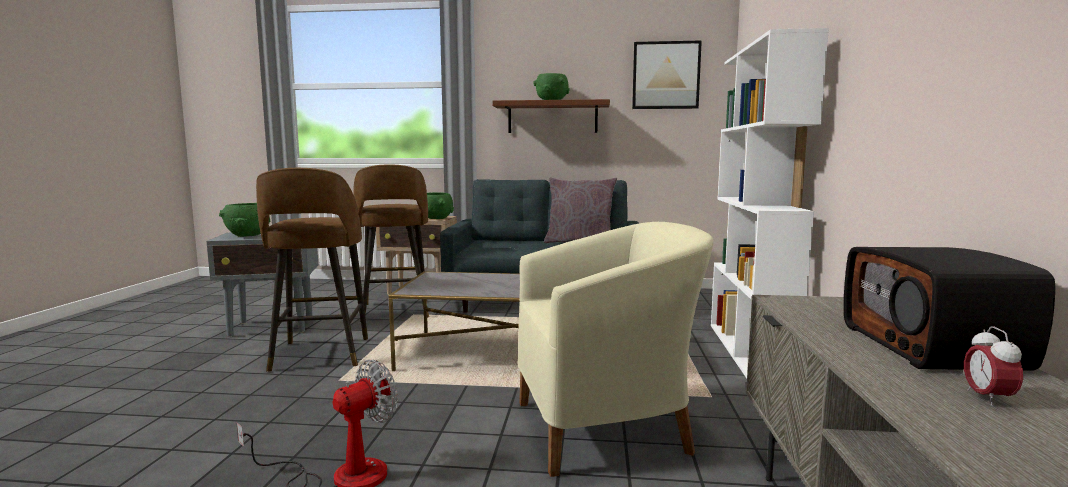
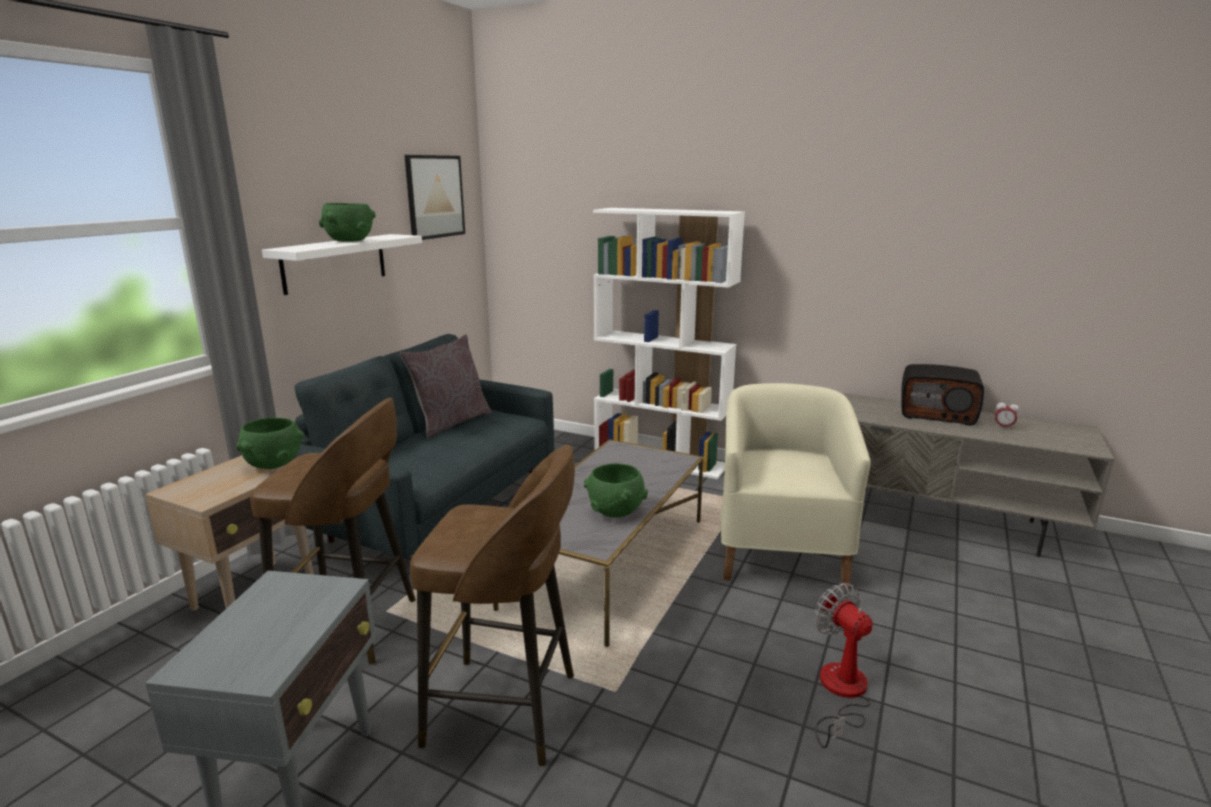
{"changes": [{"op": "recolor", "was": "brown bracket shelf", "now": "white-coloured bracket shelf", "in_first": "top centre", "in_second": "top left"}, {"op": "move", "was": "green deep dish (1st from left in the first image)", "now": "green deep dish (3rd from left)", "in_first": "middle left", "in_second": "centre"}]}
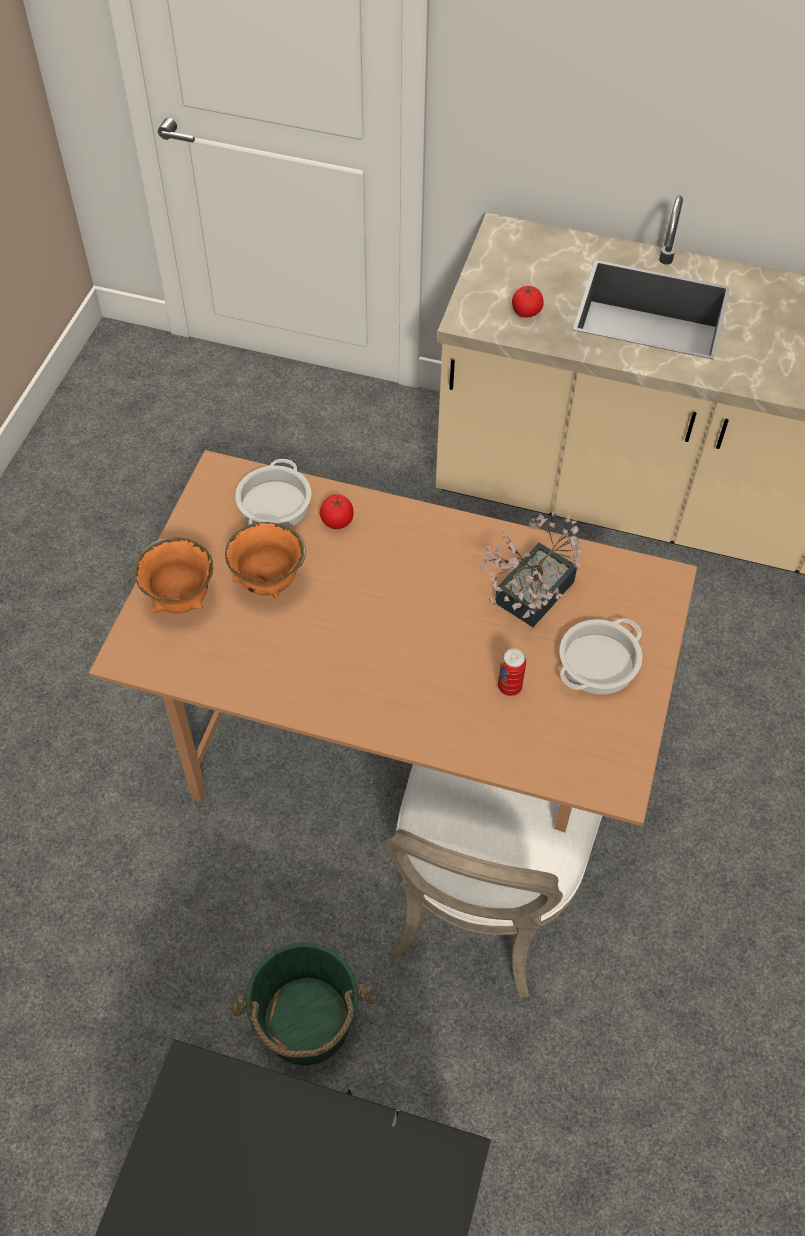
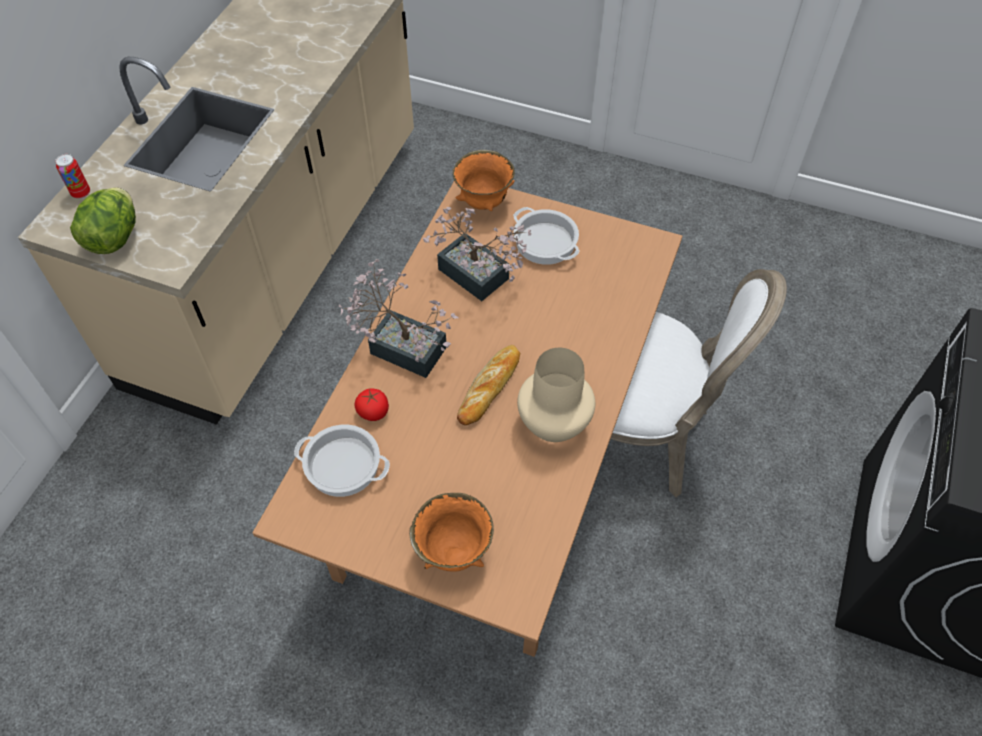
{"changes": [{"op": "delete", "was": "fresh tomato (2nd from left)", "in_first": "top centre"}, {"op": "move", "was": "orange deep dish (2nd from left)", "in_first": "middle left", "in_second": "top centre"}, {"op": "move", "was": "metal can", "in_first": "centre", "in_second": "top left"}, {"op": "delete", "was": "green bucket", "in_first": "bottom centre"}, {"op": "insert", "now": "head of lettuce", "in_second": "top left"}, {"op": "insert", "now": "plant in a pot (1st from left)", "in_second": "centre"}, {"op": "insert", "now": "baked bread", "in_second": "centre"}, {"op": "insert", "now": "beige-coloured flower vase", "in_second": "centre"}]}
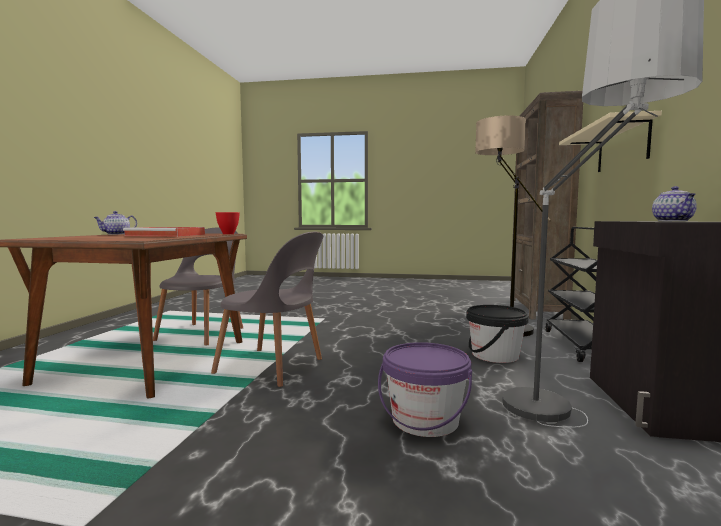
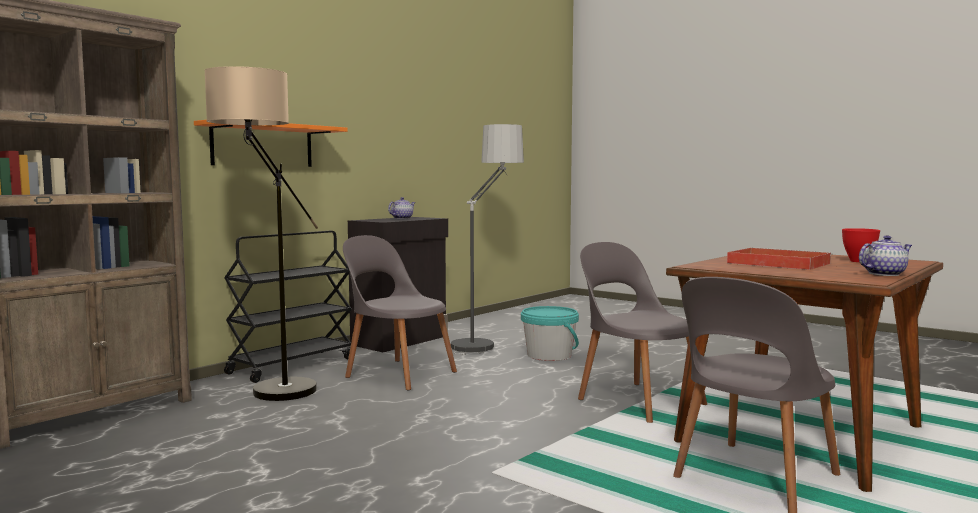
{"changes": [{"op": "recolor", "was": "beige-coloured bracket shelf", "now": "orange bracket shelf", "in_first": "top right", "in_second": "top left"}, {"op": "move", "was": "red-coloured deep dish", "in_first": "middle left", "in_second": "middle right"}, {"op": "replace", "was": "black-coloured bucket", "now": "gray upright chair (1st from left)", "in_first": "middle right", "in_second": "centre"}, {"op": "recolor", "was": "purplish bucket", "now": "blue-green bucket", "in_first": "bottom centre", "in_second": "centre"}]}
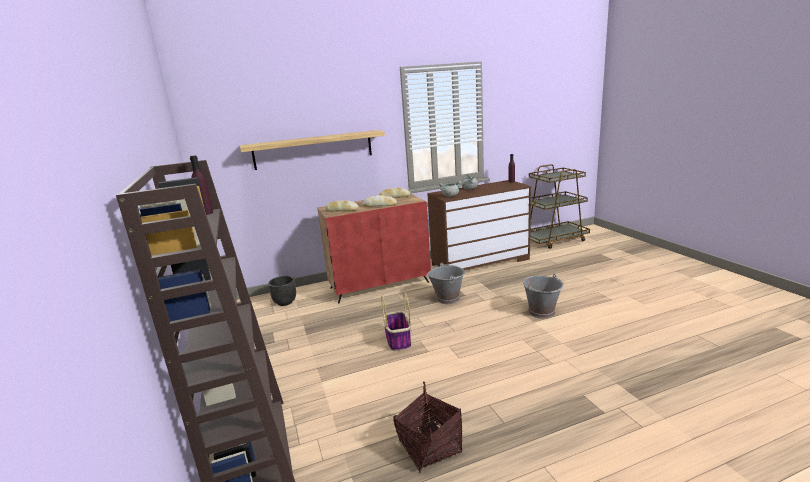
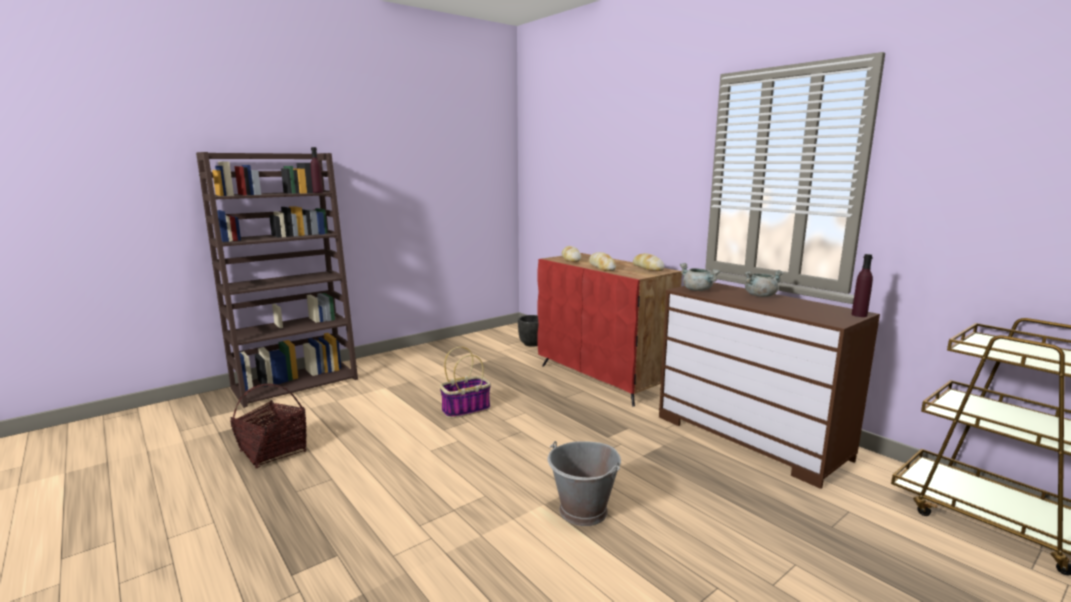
{"changes": [{"op": "delete", "was": "bracket shelf", "in_first": "top centre"}, {"op": "delete", "was": "gray bucket (1st from left)", "in_first": "centre"}]}
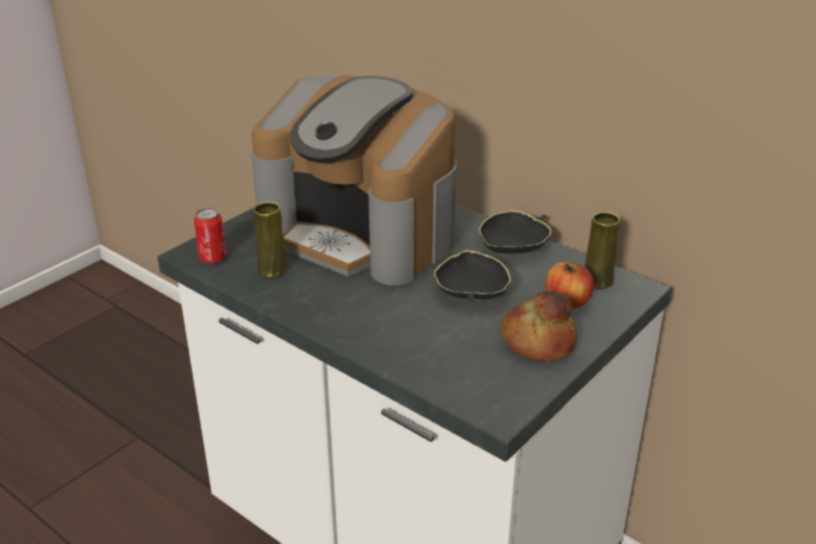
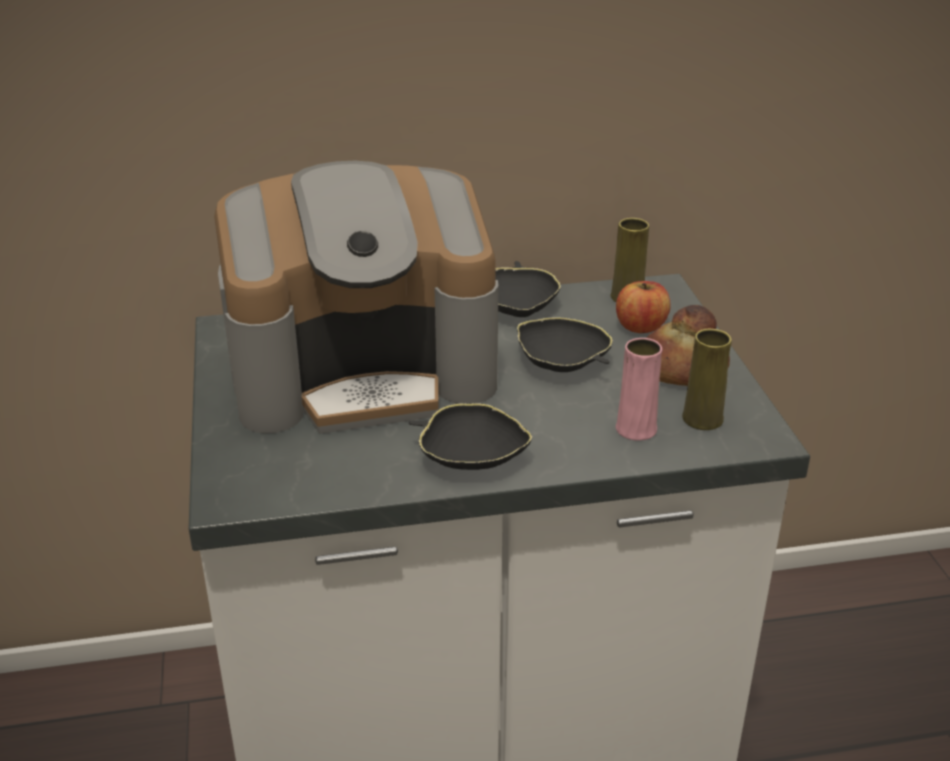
{"changes": [{"op": "move", "was": "yellowish flower vase (1st from left in the first image)", "now": "yellowish flower vase (2nd from left)", "in_first": "middle left", "in_second": "middle right"}, {"op": "delete", "was": "metal can", "in_first": "middle left"}, {"op": "insert", "now": "pinkish flower vase", "in_second": "middle right"}, {"op": "insert", "now": "black-coloured deep dish (1st from left)", "in_second": "centre"}]}
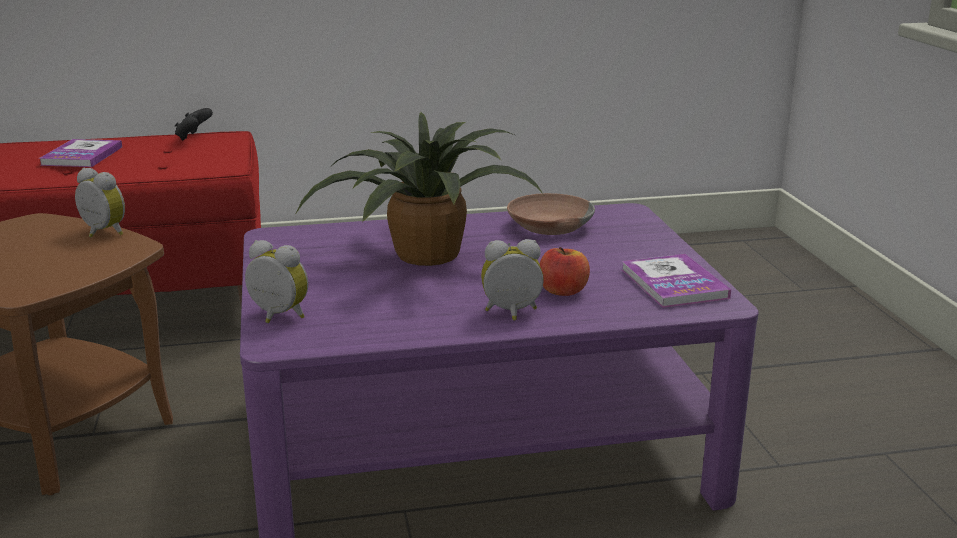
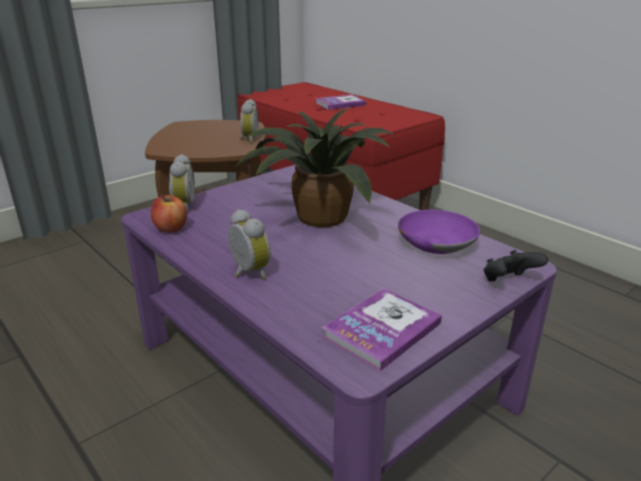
{"changes": [{"op": "move", "was": "black-coloured game controller", "in_first": "top left", "in_second": "middle right"}, {"op": "recolor", "was": "brown deep dish", "now": "purplish deep dish", "in_first": "centre", "in_second": "middle right"}, {"op": "move", "was": "whole apple", "in_first": "centre", "in_second": "middle left"}]}
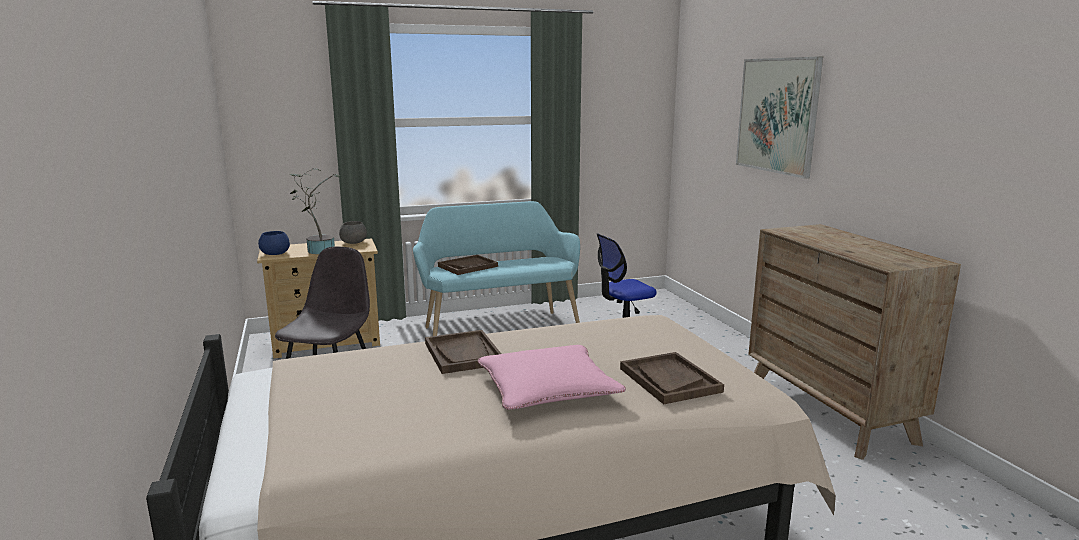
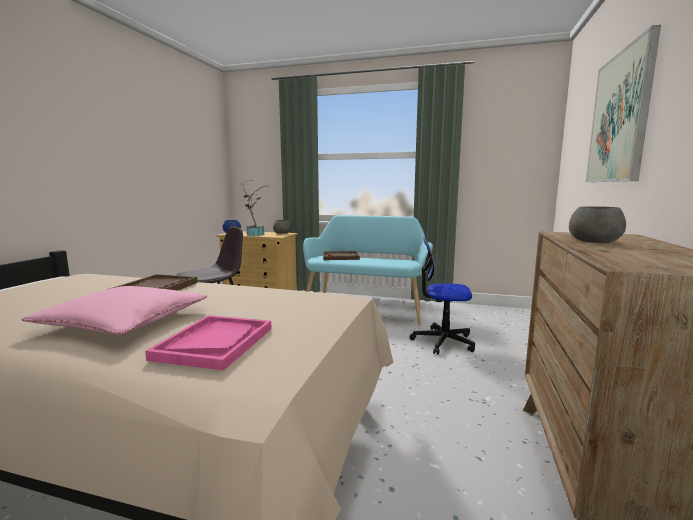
{"changes": [{"op": "recolor", "was": "brown tray (3rd from left)", "now": "pinkish tray", "in_first": "bottom centre", "in_second": "middle left"}, {"op": "insert", "now": "gray deep dish (2nd from left)", "in_second": "middle right"}]}
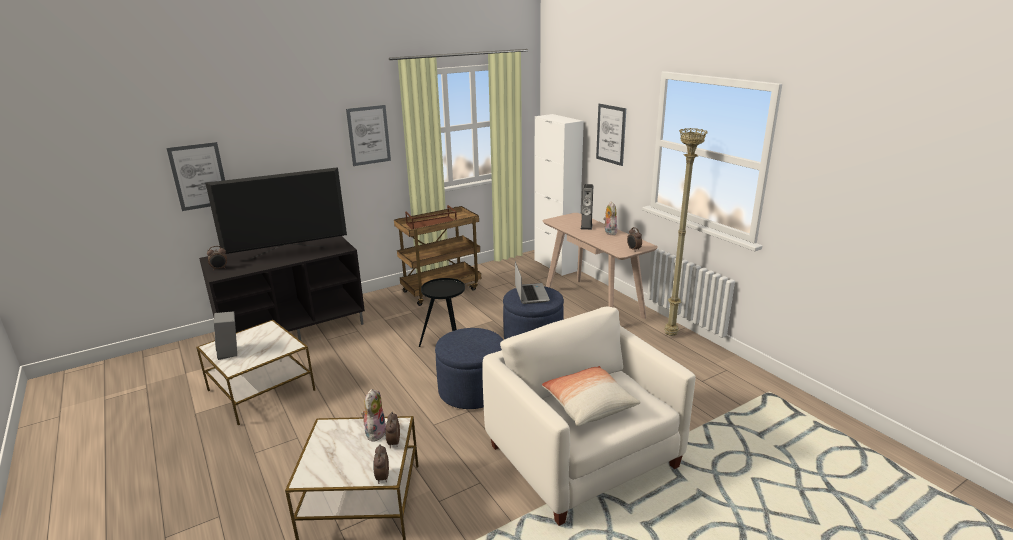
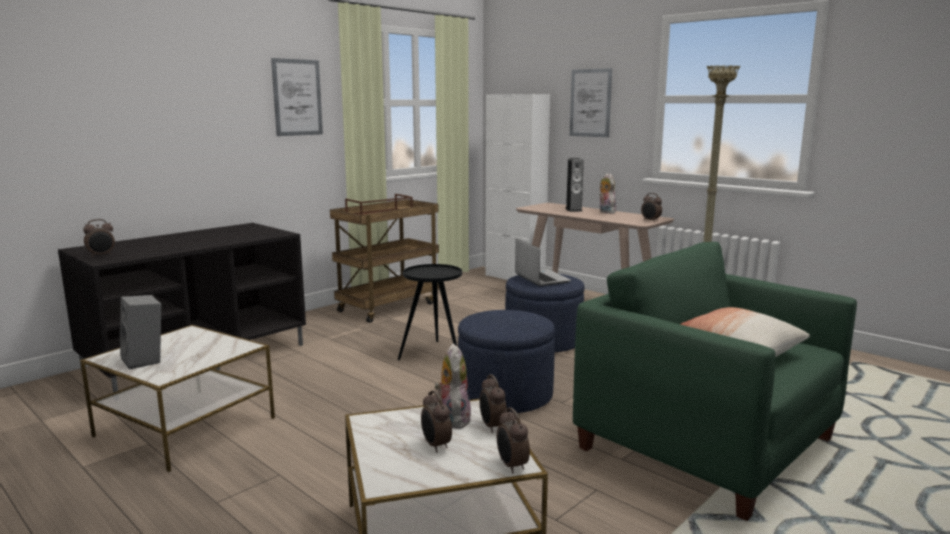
{"changes": [{"op": "delete", "was": "wall picture (1st from left)", "in_first": "top left"}, {"op": "delete", "was": "television", "in_first": "middle left"}, {"op": "recolor", "was": "white-coloured armchair", "now": "green armchair", "in_first": "bottom centre", "in_second": "bottom right"}, {"op": "insert", "now": "bedside clock (2nd from left)", "in_second": "bottom centre"}]}
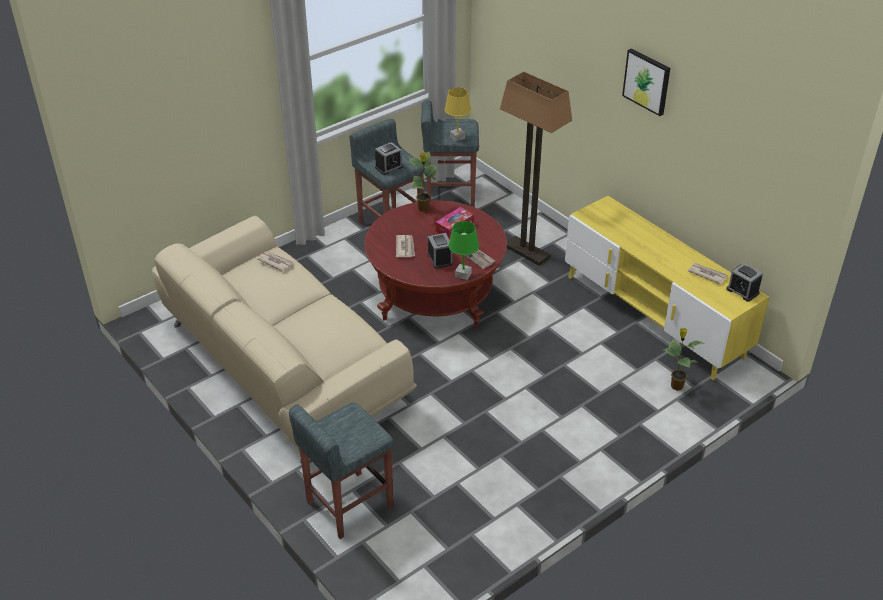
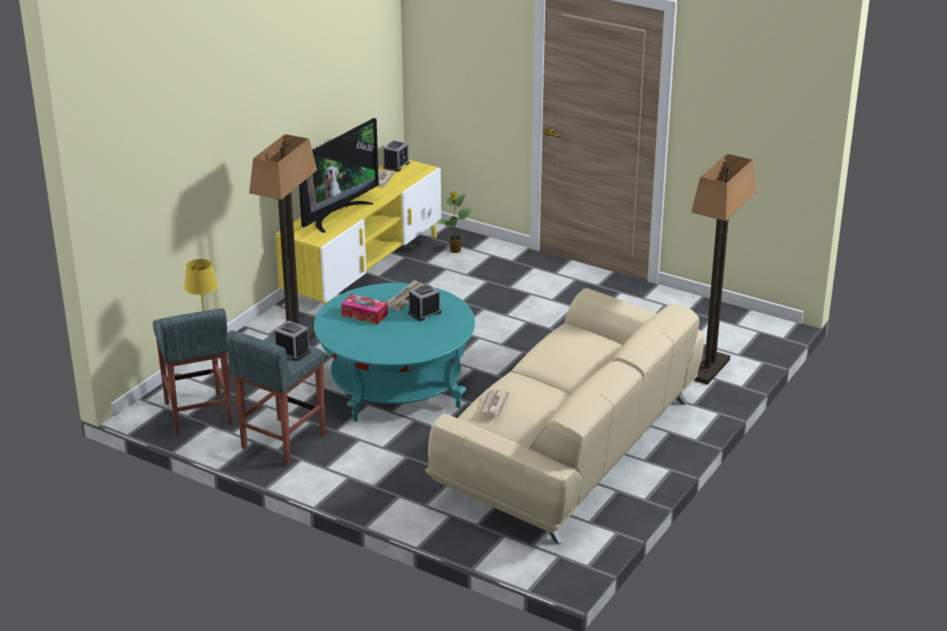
{"changes": [{"op": "delete", "was": "wall picture", "in_first": "top right"}, {"op": "delete", "was": "plant in a pot (1st from left)", "in_first": "top centre"}, {"op": "recolor", "was": "red-coloured low table", "now": "blue-green low table", "in_first": "centre", "in_second": "centre"}, {"op": "delete", "was": "green tabletop lamp", "in_first": "centre"}, {"op": "delete", "was": "newspaper (2nd from left)", "in_first": "centre"}, {"op": "replace", "was": "gray stool seat (1st from left)", "now": "standing lamp (2nd from left)", "in_first": "bottom centre", "in_second": "middle right"}, {"op": "insert", "now": "television", "in_second": "top centre"}]}
